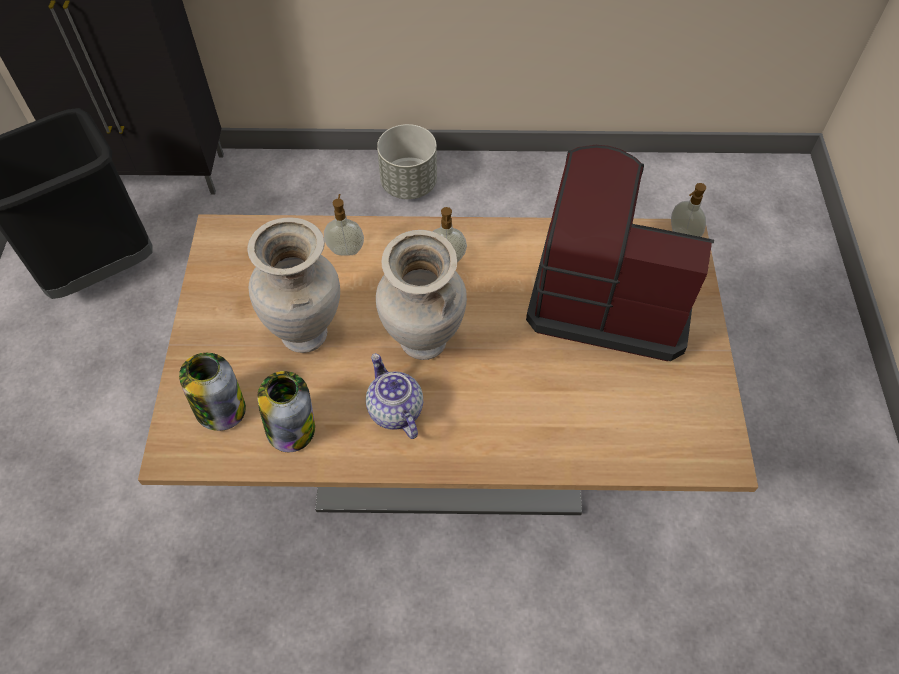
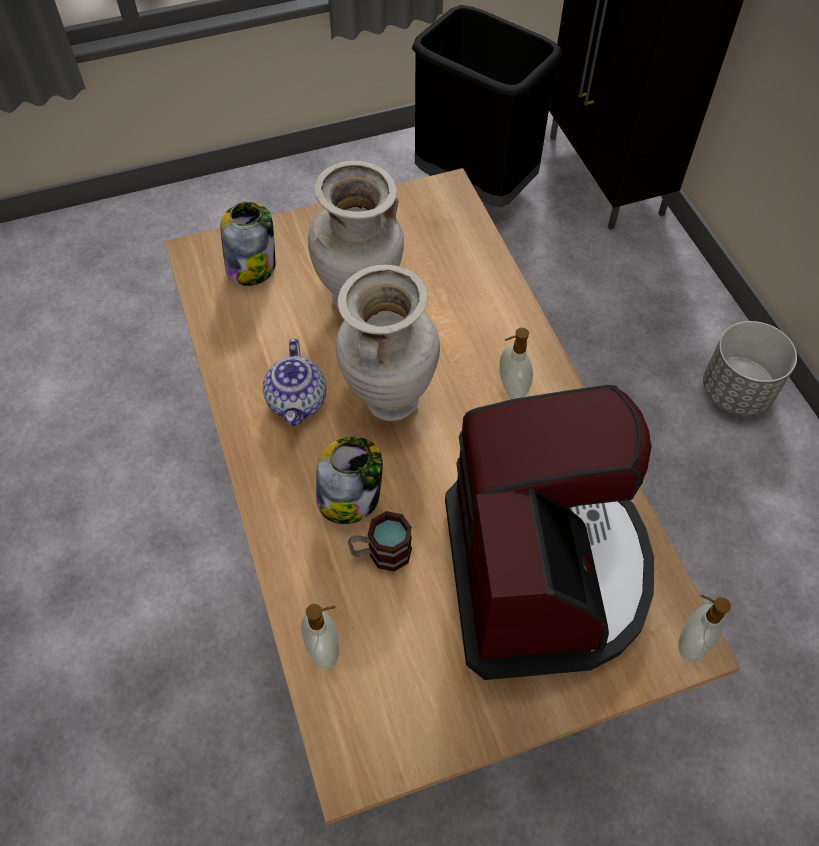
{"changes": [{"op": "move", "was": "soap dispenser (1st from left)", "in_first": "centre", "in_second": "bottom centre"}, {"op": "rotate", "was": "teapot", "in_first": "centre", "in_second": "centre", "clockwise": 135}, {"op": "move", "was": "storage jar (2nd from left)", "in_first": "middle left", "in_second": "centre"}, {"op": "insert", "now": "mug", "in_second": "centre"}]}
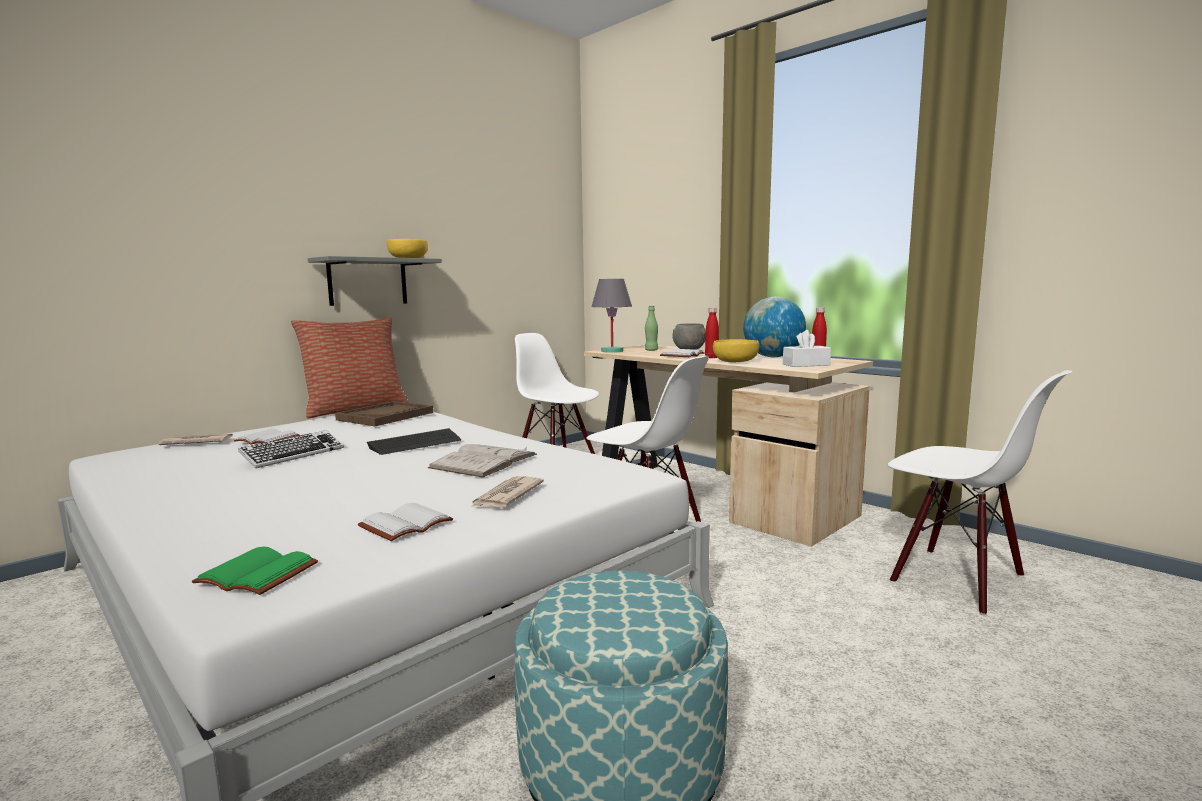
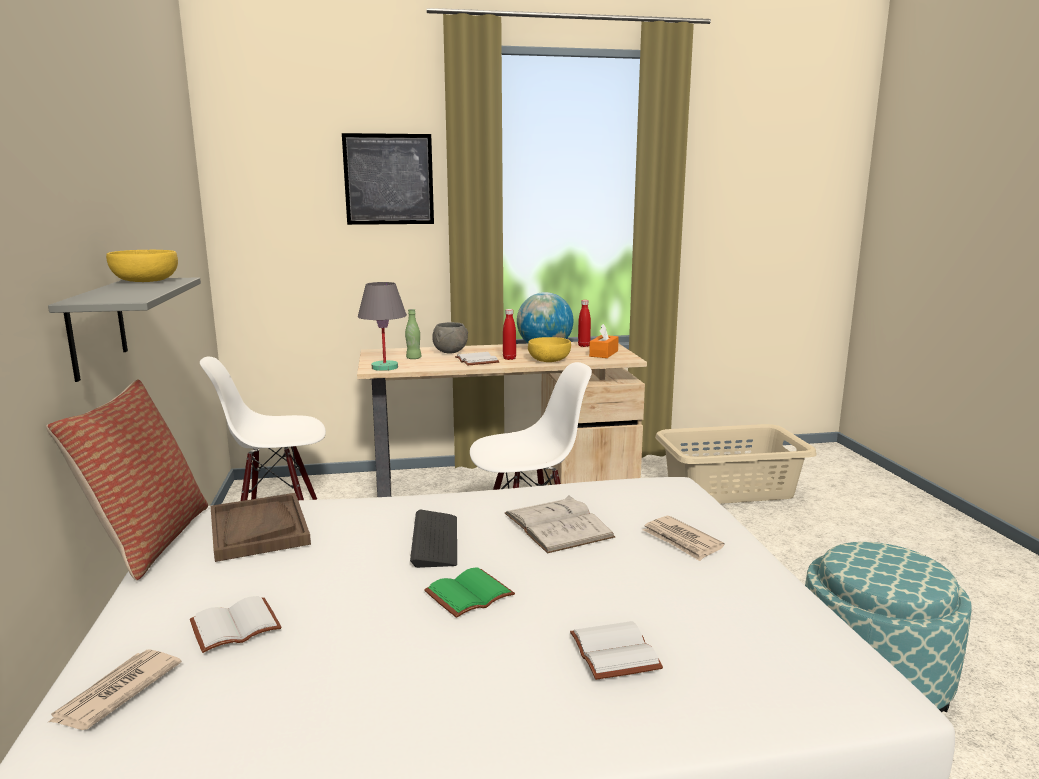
{"changes": [{"op": "recolor", "was": "white-coloured tissue holder", "now": "orange tissue holder", "in_first": "middle right", "in_second": "centre"}, {"op": "replace", "was": "white-coloured upright chair (3rd from left)", "now": "beige-coloured washing basket", "in_first": "middle right", "in_second": "middle right"}, {"op": "delete", "was": "PC keyboard (1st from left)", "in_first": "middle left"}, {"op": "move", "was": "white-coloured bound book (2nd from left in the first image)", "now": "white-coloured bound book (4th from left)", "in_first": "centre", "in_second": "bottom centre"}, {"op": "move", "was": "green bound book", "in_first": "bottom left", "in_second": "bottom centre"}, {"op": "insert", "now": "wall picture", "in_second": "top centre"}]}
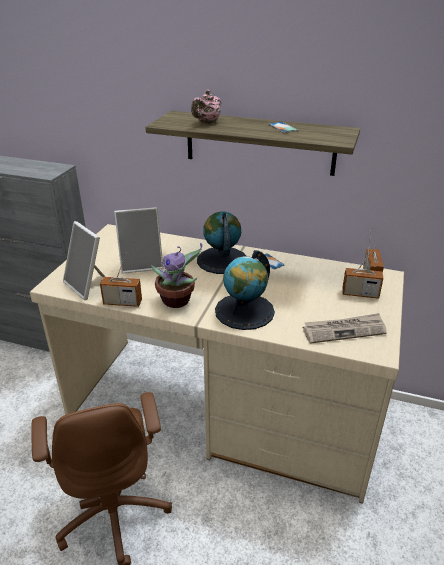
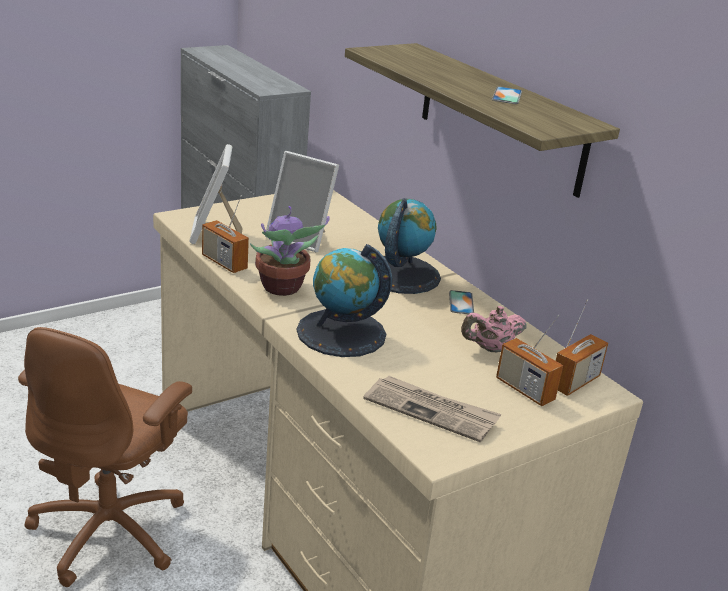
{"changes": [{"op": "move", "was": "pinkish teapot", "in_first": "top centre", "in_second": "middle right"}]}
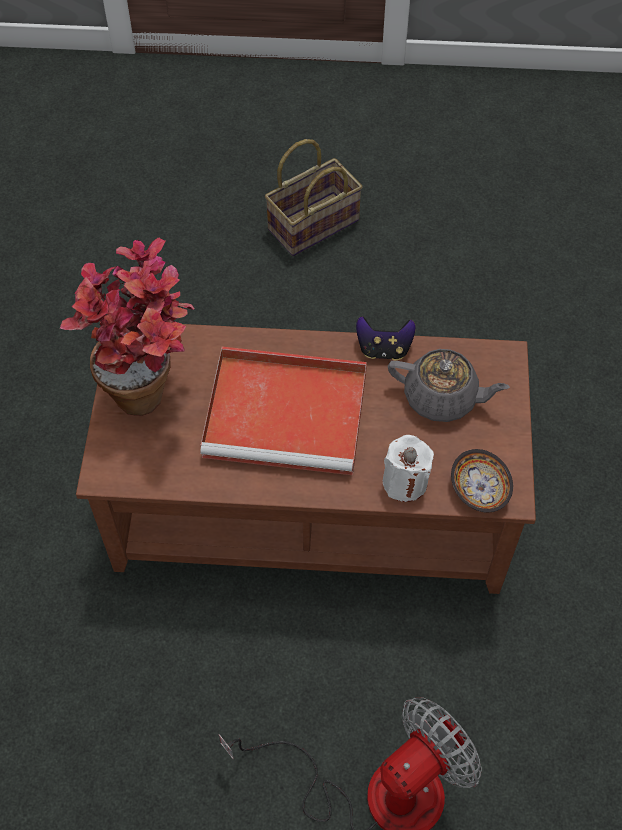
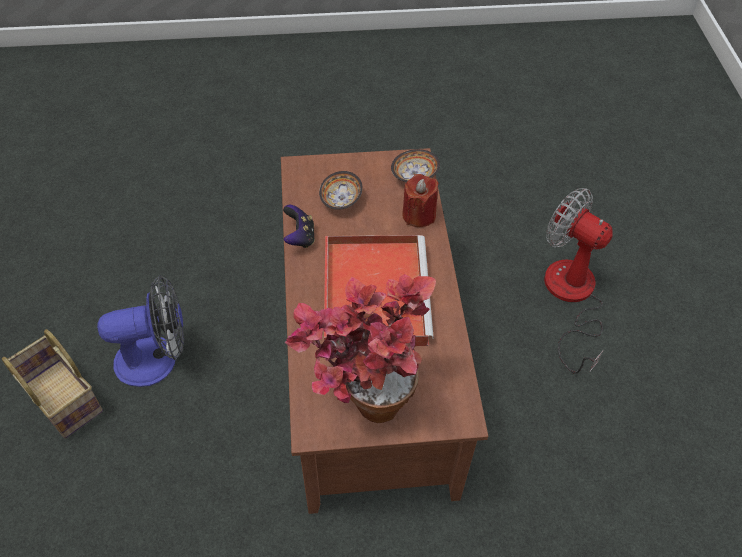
{"changes": [{"op": "replace", "was": "gray teapot", "now": "deep dish (1st from left)", "in_first": "middle right", "in_second": "centre"}, {"op": "recolor", "was": "white-coloured wax candle", "now": "red-coloured wax candle", "in_first": "centre", "in_second": "centre"}, {"op": "insert", "now": "fan (1st from left)", "in_second": "middle left"}]}
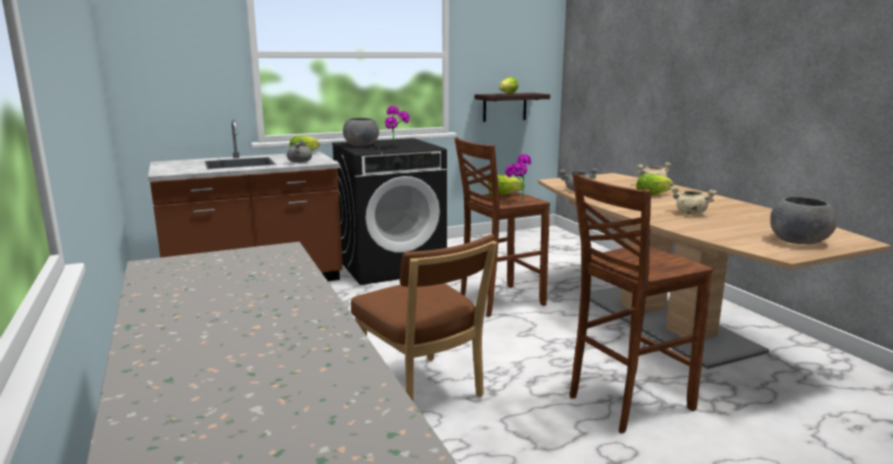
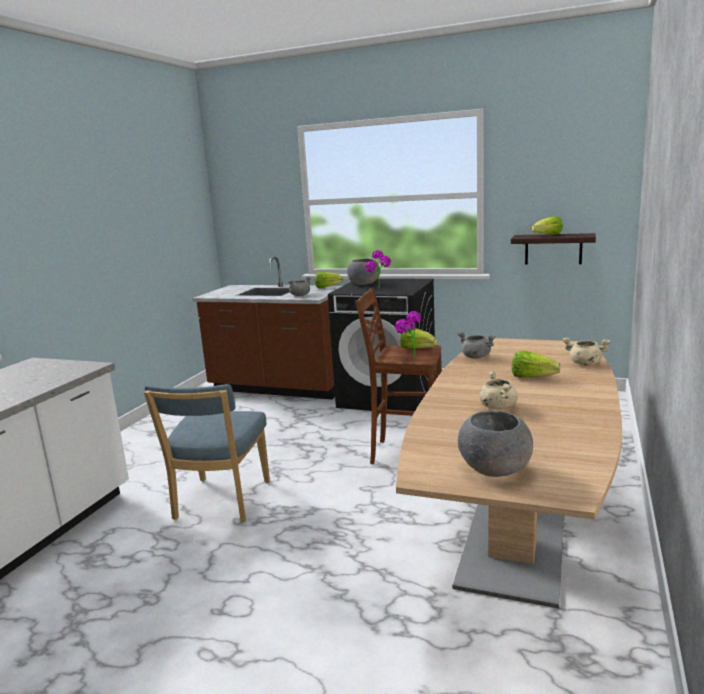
{"changes": [{"op": "delete", "was": "brown stool seat (2nd from left)", "in_first": "middle right"}, {"op": "recolor", "was": "brown upright chair", "now": "blue-coloured upright chair", "in_first": "bottom centre", "in_second": "middle left"}]}
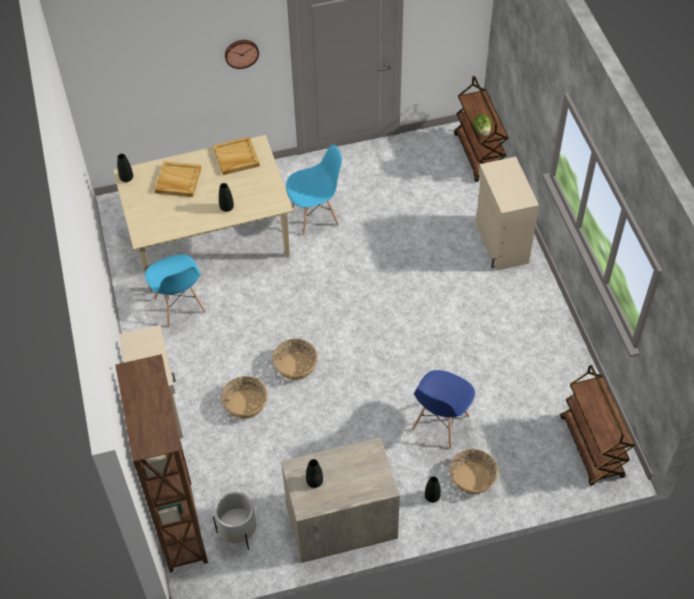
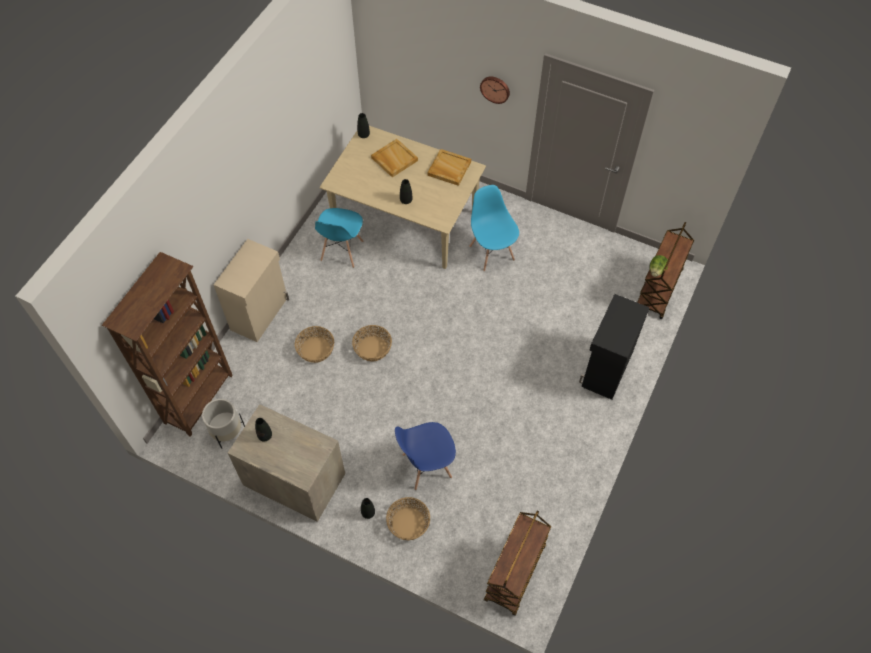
{"changes": [{"op": "rotate", "was": "blue-coloured upright chair (2nd from left in the first image)", "in_first": "top centre", "in_second": "centre", "clockwise": -135}, {"op": "recolor", "was": "beige-coloured cabinet (2nd from left)", "now": "black-coloured cabinet", "in_first": "middle right", "in_second": "middle right"}]}
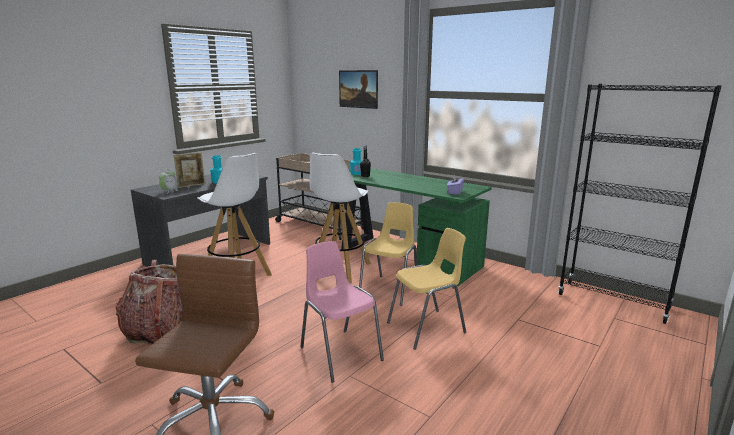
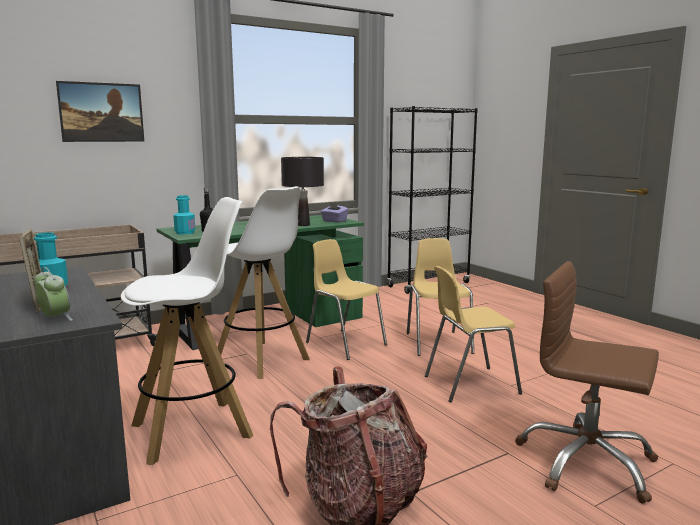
{"changes": [{"op": "recolor", "was": "pinkish upright chair", "now": "yellowish upright chair (3rd from left)", "in_first": "bottom centre", "in_second": "middle right"}, {"op": "insert", "now": "black-coloured tabletop lamp", "in_second": "centre"}]}
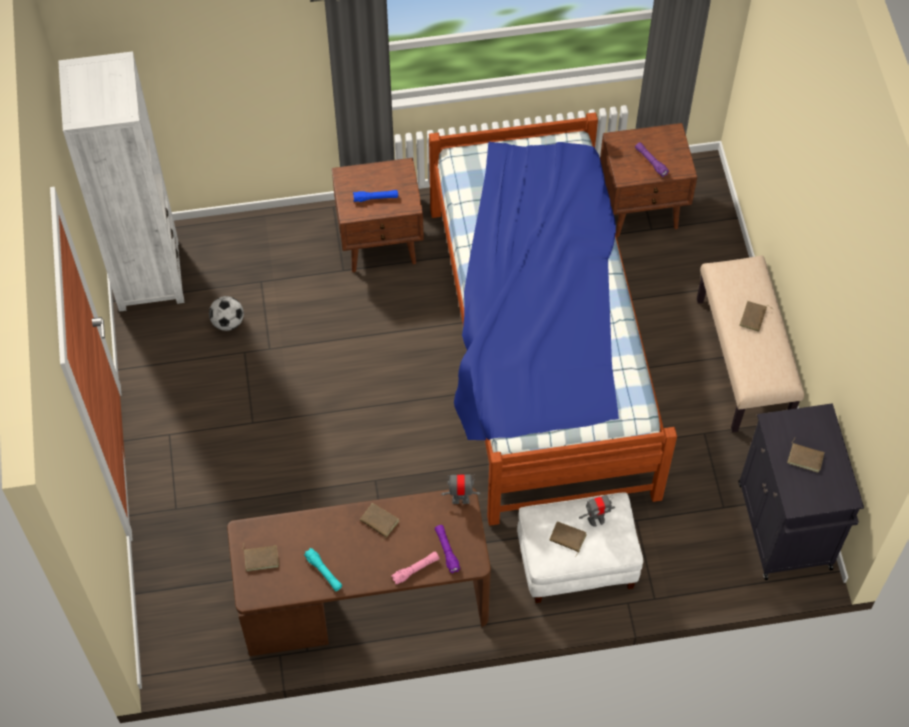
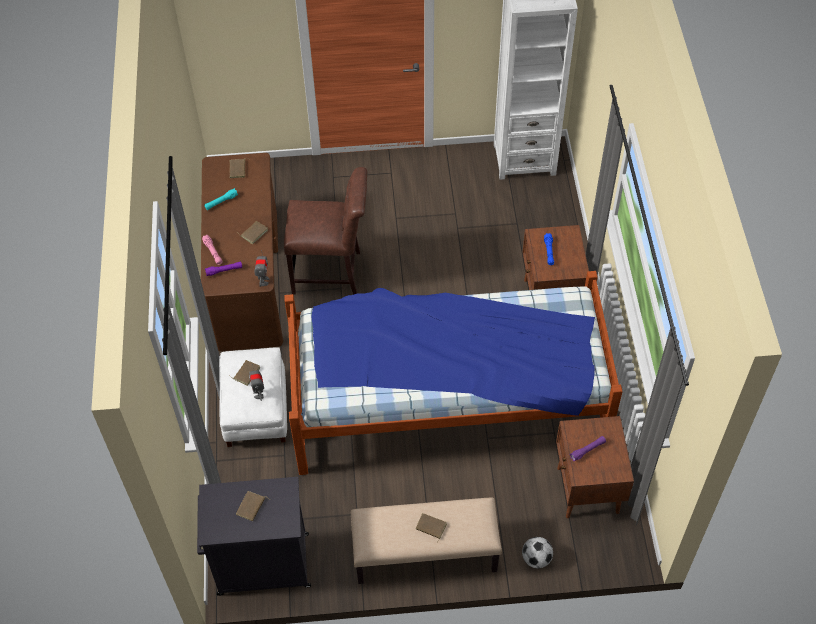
{"changes": [{"op": "move", "was": "football", "in_first": "middle left", "in_second": "bottom centre"}, {"op": "insert", "now": "brown upright chair", "in_second": "centre"}]}
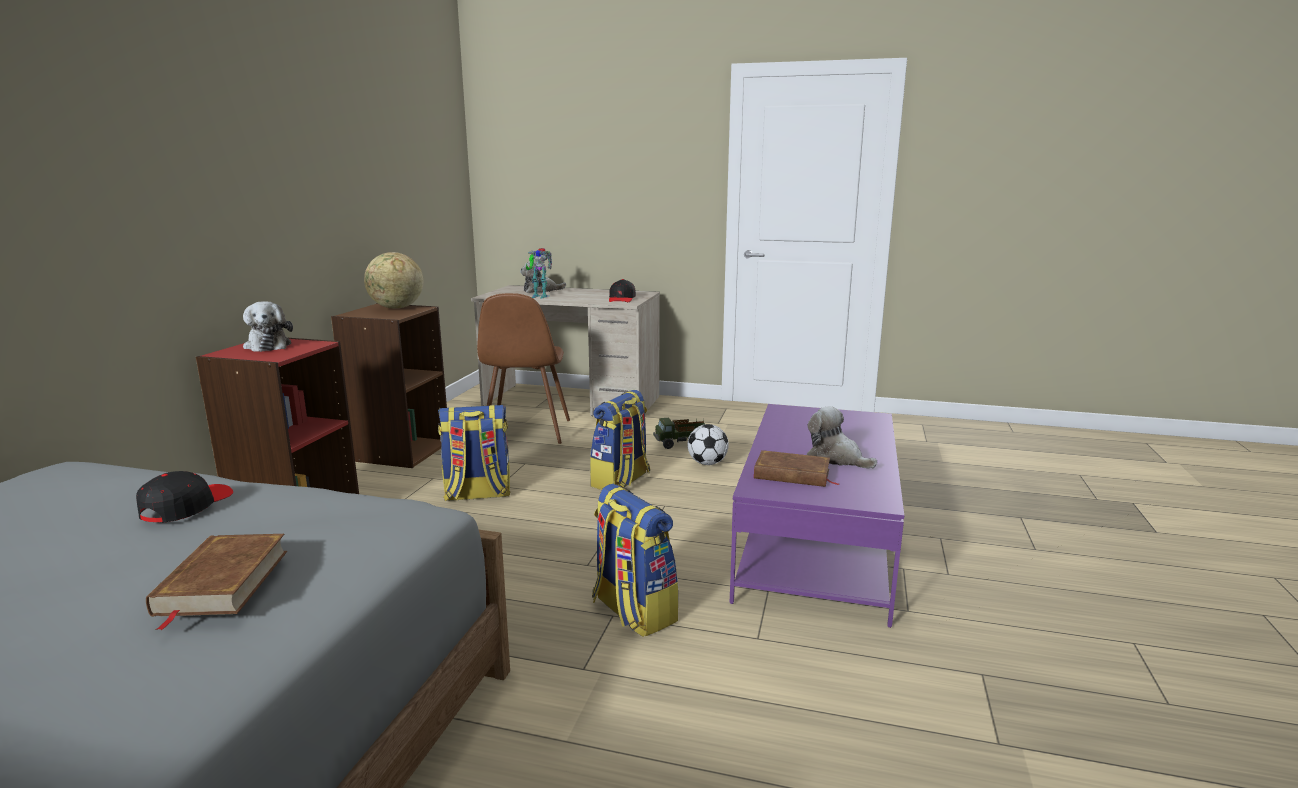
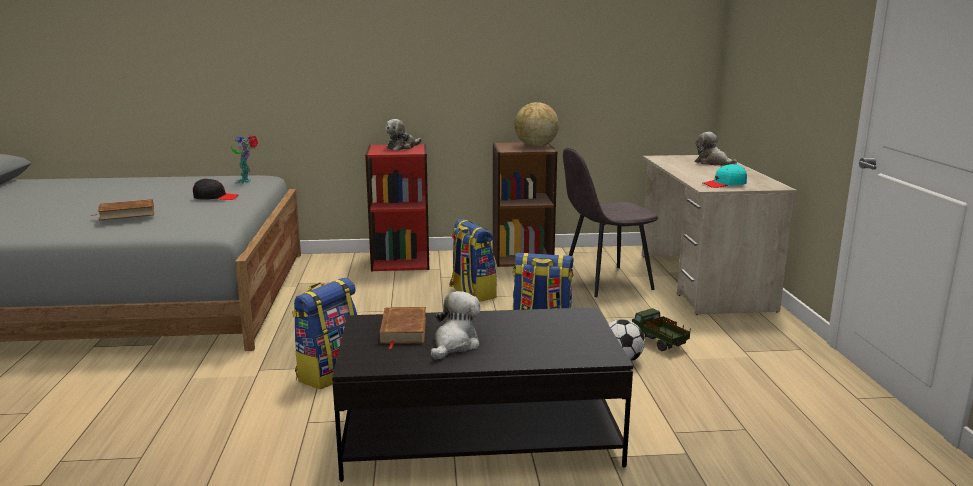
{"changes": [{"op": "move", "was": "toy robot", "in_first": "centre", "in_second": "top left"}, {"op": "recolor", "was": "black-coloured baseball cap (2nd from left)", "now": "blue-green baseball cap", "in_first": "centre", "in_second": "middle right"}, {"op": "recolor", "was": "brown upright chair", "now": "gray upright chair", "in_first": "centre", "in_second": "centre"}, {"op": "recolor", "was": "purplish low table", "now": "black-coloured low table", "in_first": "centre", "in_second": "bottom centre"}]}
